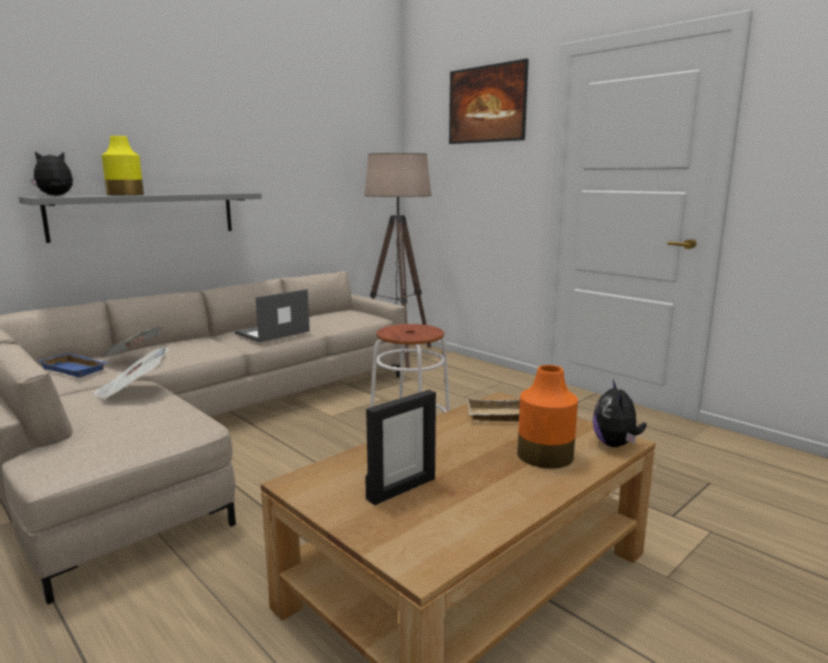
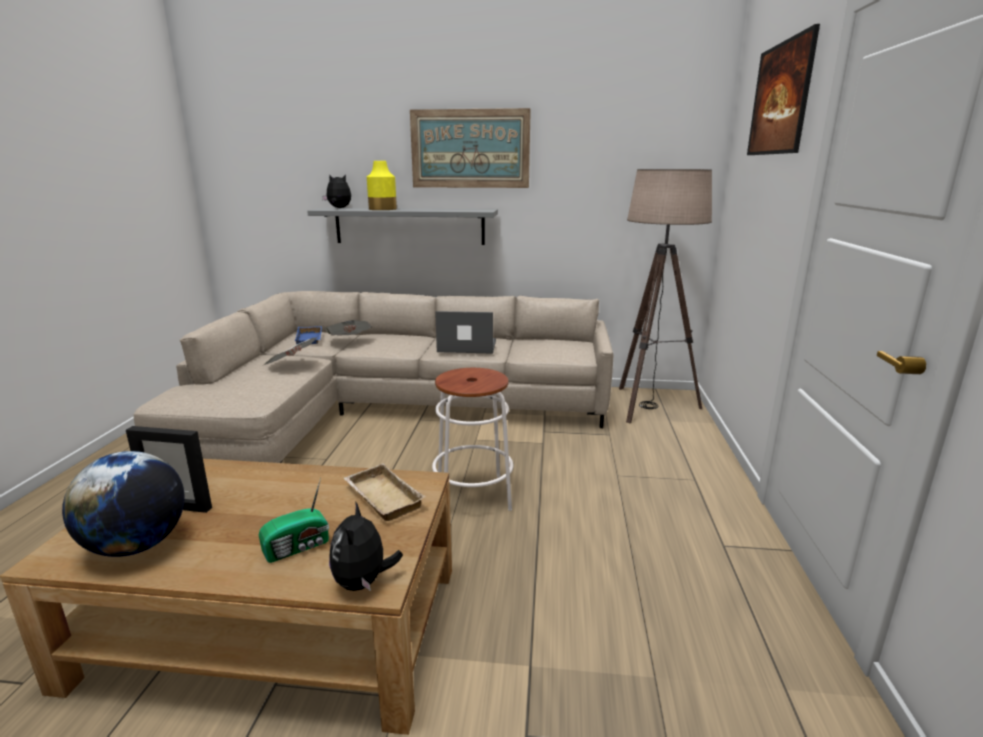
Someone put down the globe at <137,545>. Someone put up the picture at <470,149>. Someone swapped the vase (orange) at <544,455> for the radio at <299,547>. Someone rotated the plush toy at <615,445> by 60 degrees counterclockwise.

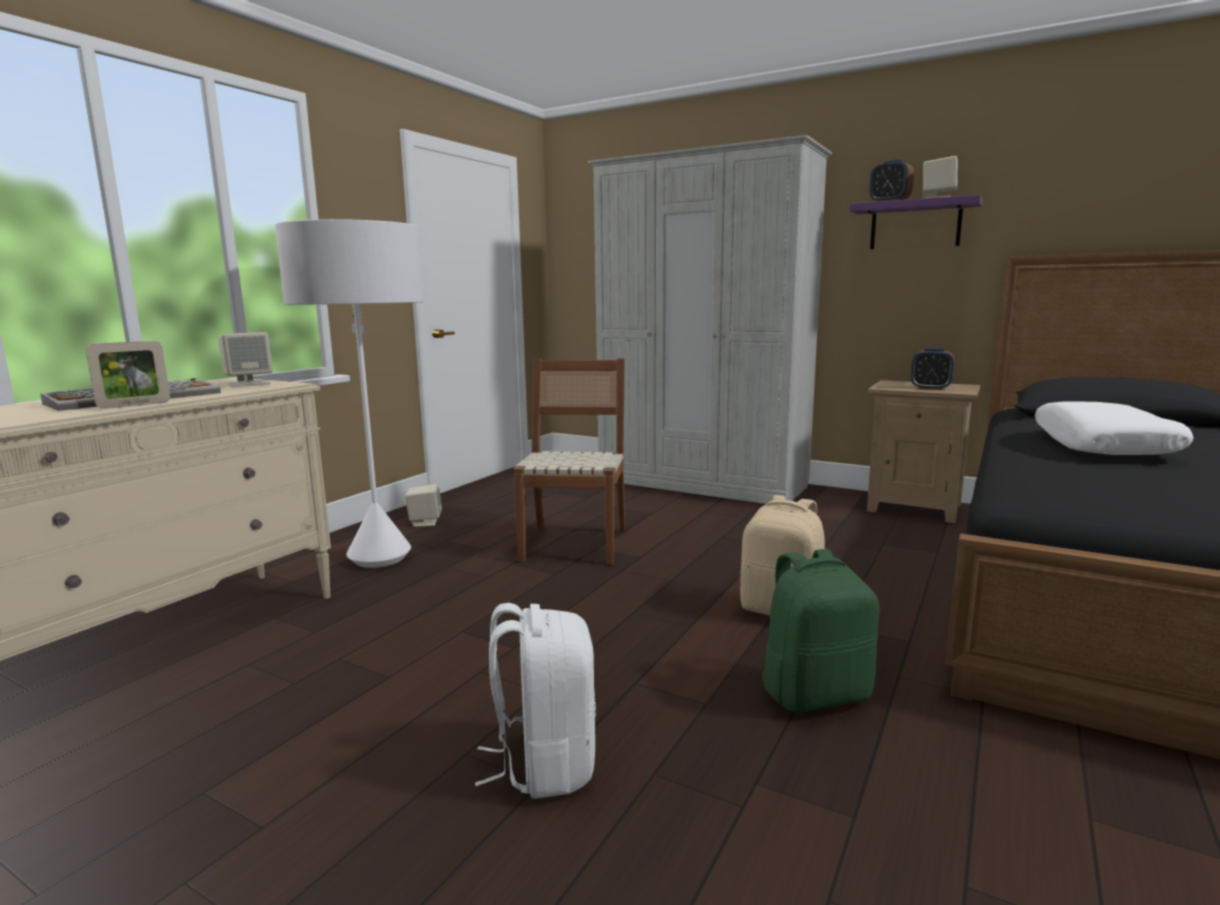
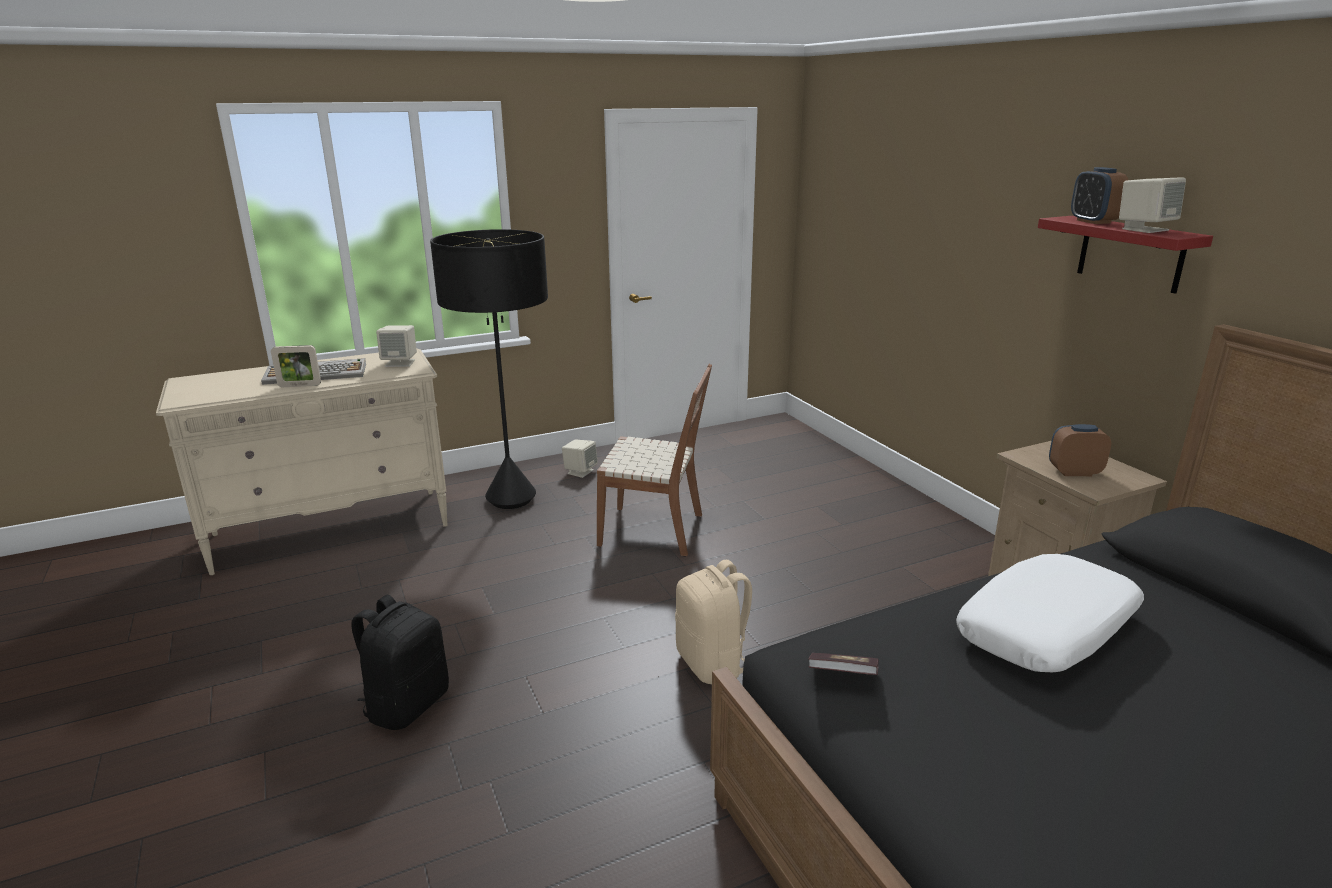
Someone took away the wardrobe (white) at <702,483>. Someone took away the backpack (green) at <815,693>. Someone put down the book at <842,675>. Someone repainted the floor lamp (white) at <379,558>, which became the floor lamp (black) at <511,500>. Someone repainted the backpack (white) at <544,763>, which became the backpack (black) at <407,704>. Someone repainted the shelf (purple) at <915,225>, which became the shelf (red) at <1130,254>. Someone rotated the chair at <575,543> by 60 degrees clockwise. Someone rotated the alarm clock at <930,388> by 120 degrees clockwise.

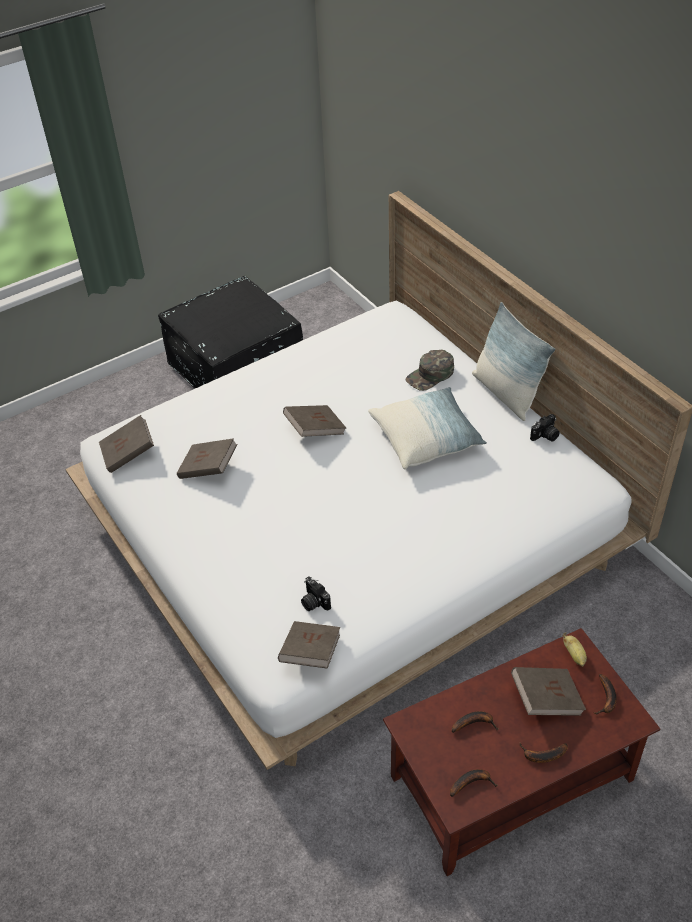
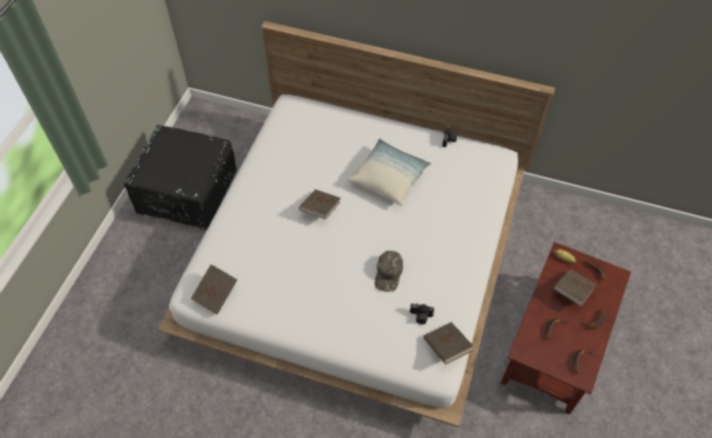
Someone took away the book (brown) at <208,469>. Someone took away the pillow at <506,393>. Someone carried the cap (green) from <430,375> to <389,273>.

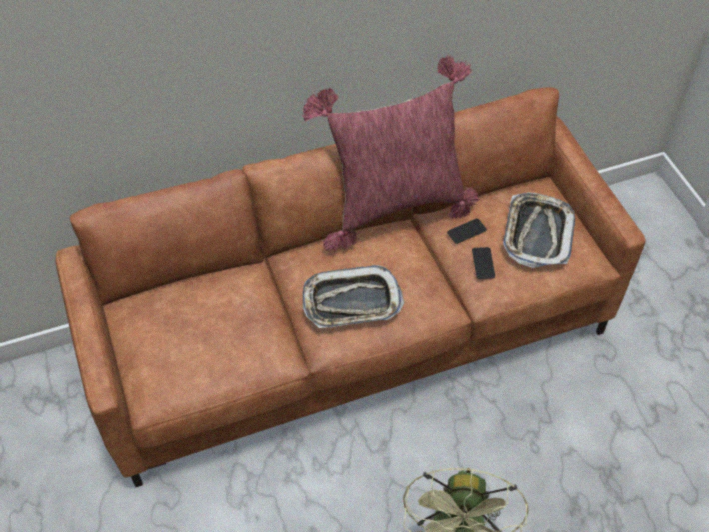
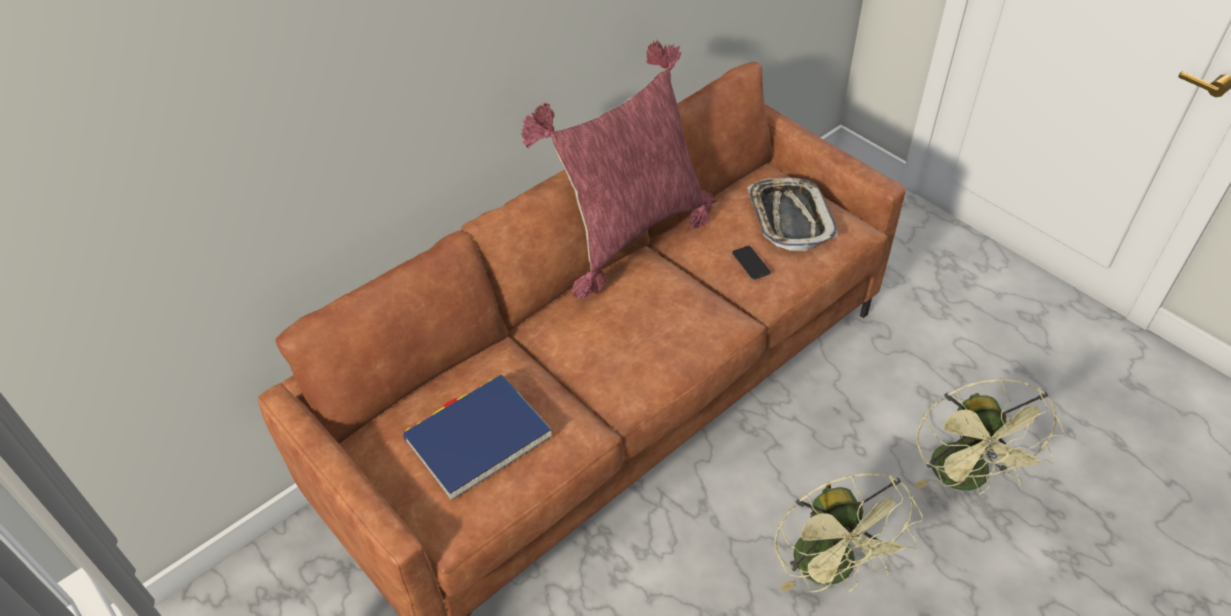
Someone took away the tray at <351,302>. Someone took away the phone at <466,231>. Someone put down the book (blue) at <478,439>. Someone put down the fan (green) at <965,479>.

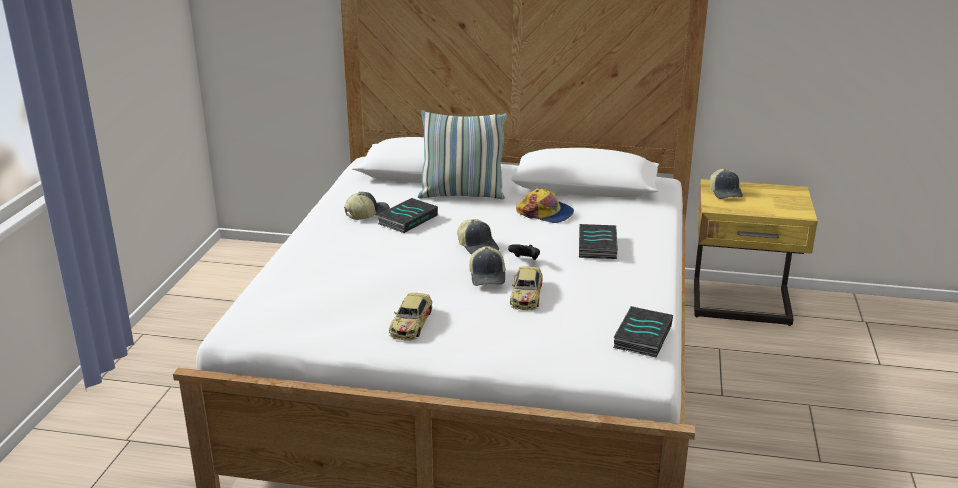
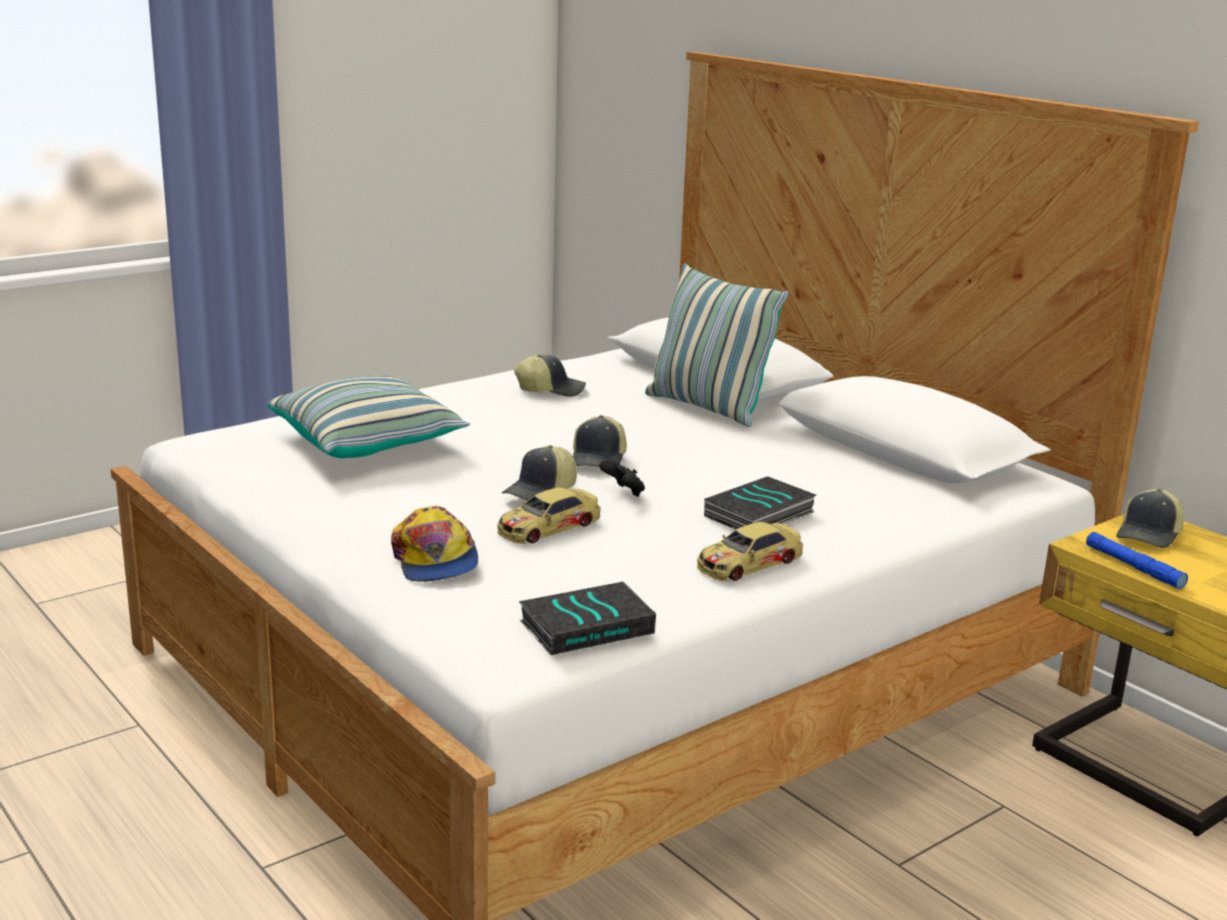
Someone took away the book at <407,219>. Someone put down the pillow at <368,442>. Someone put down the flashlight (blue) at <1133,567>. Someone carried the toy car from <411,322> to <749,563>. Someone carried the cap from <545,213> to <435,560>.

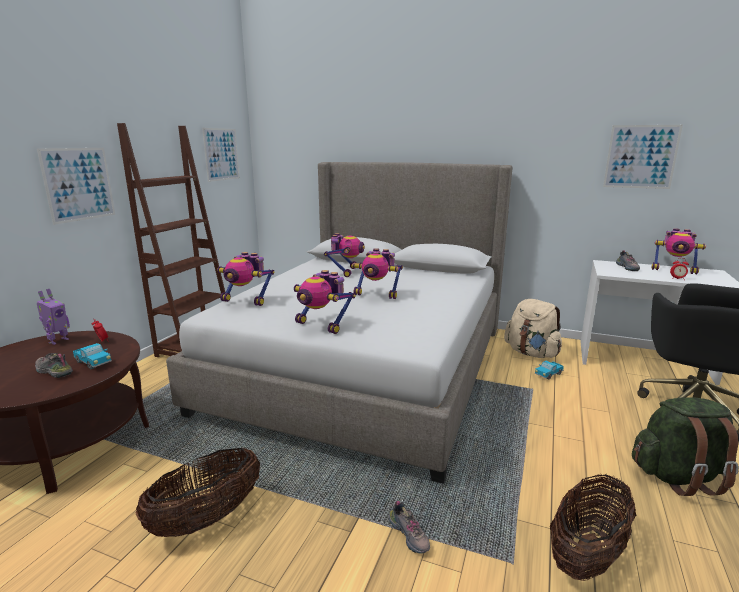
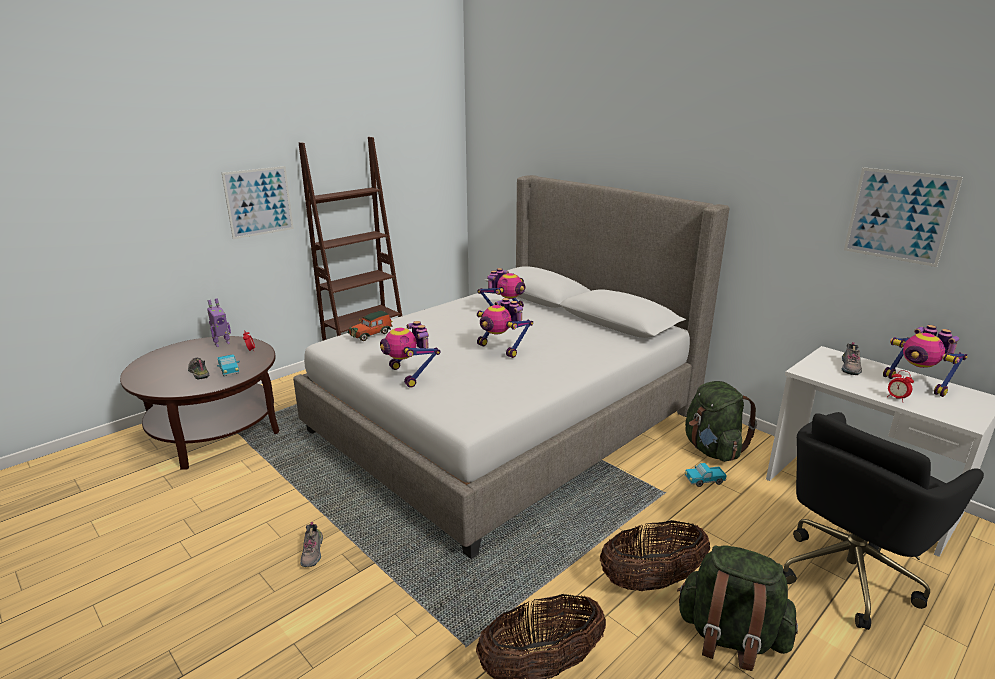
Someone took away the picture at <221,154>. Someone carried the basket from <206,519> to <651,581>. Someone carried the shoe from <410,535> to <313,553>. Someone swapped the toy robot at <246,301> for the toy car at <371,334>. Someone repainted the backpack (beige) at <531,353>, which became the backpack (green) at <712,449>.

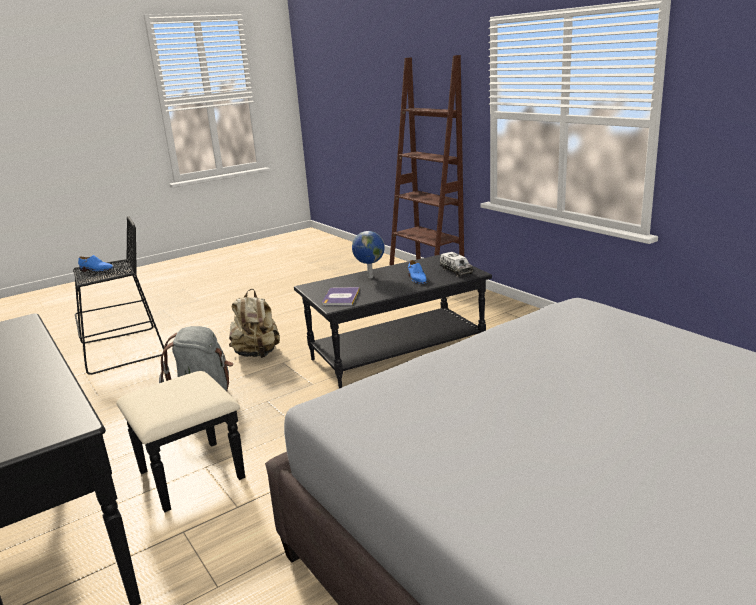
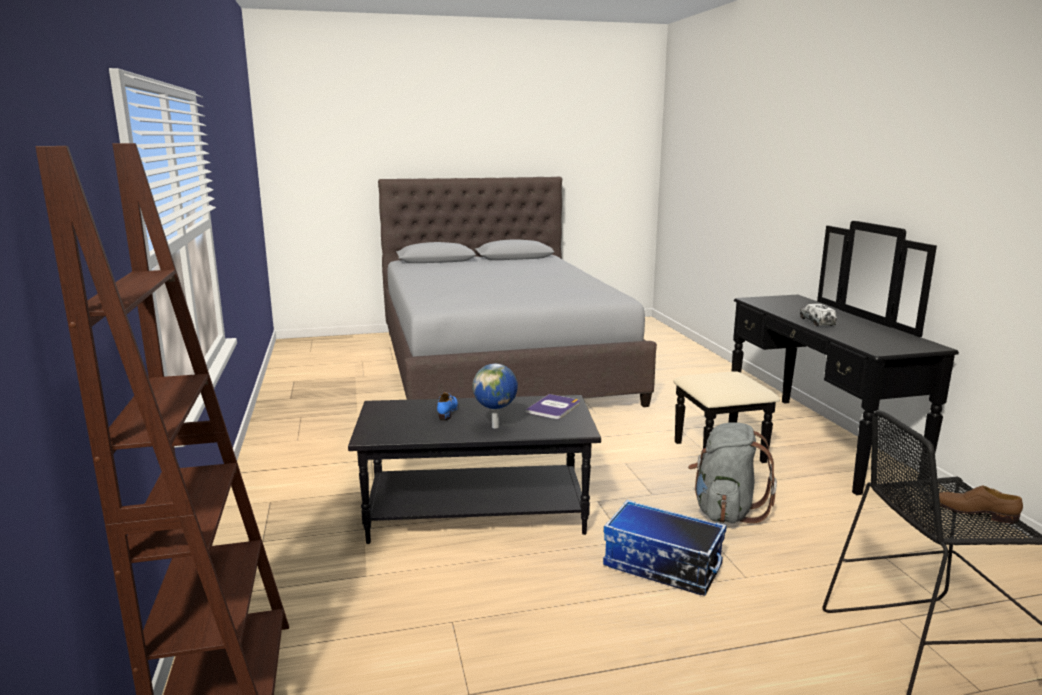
Someone carried the toy truck from <456,271> to <817,322>. Someone swapped the backpack (beige) at <257,354> for the storage box at <661,567>. Someone repainted the shoe (blue) at <96,270>, which became the shoe (brown) at <974,512>.

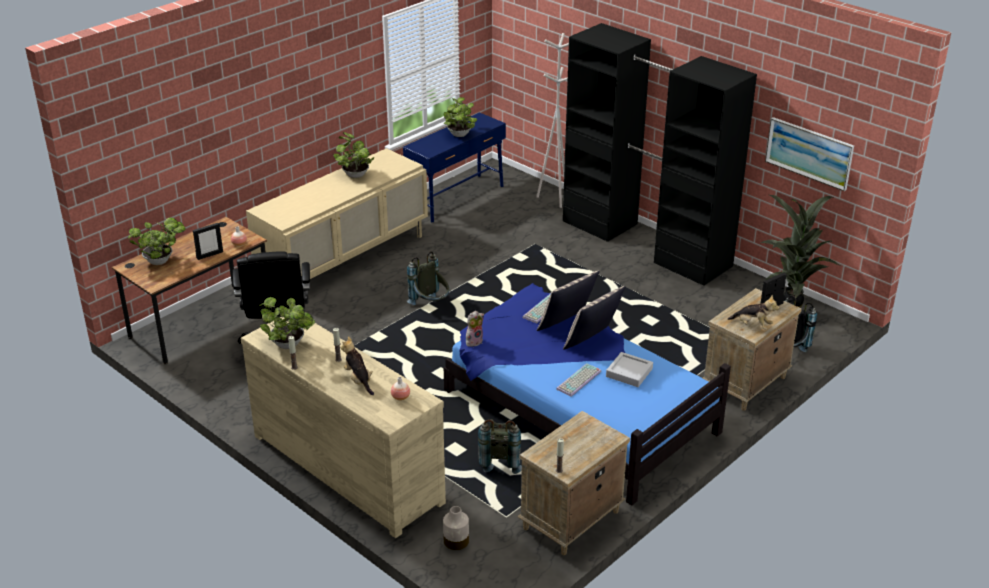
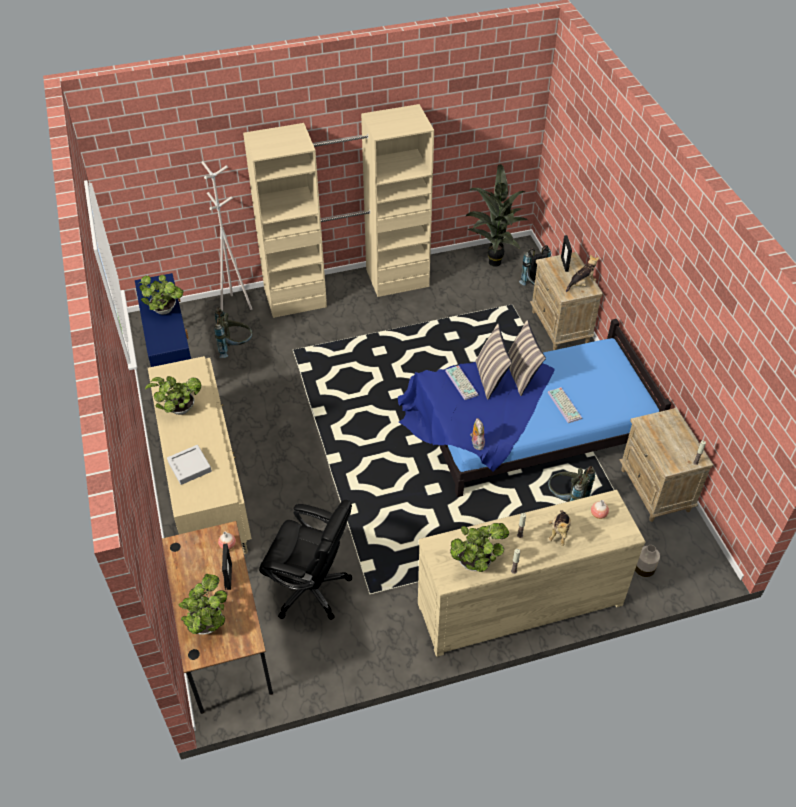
Someone took away the picture at <809,153>. Someone carried the backpack (grey) from <430,305> to <235,347>. Someone carried the tray (grey) from <629,372> to <189,467>. Someone repainted the wardrobe (black) at <646,243>, which became the wardrobe (beige) at <347,287>. Someone rotated the plush toy at <358,380> by 75 degrees counterclockwise.

